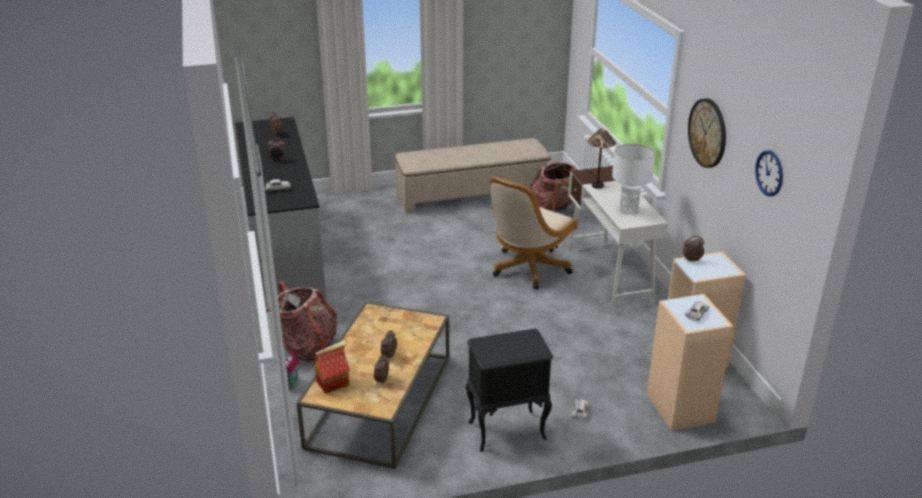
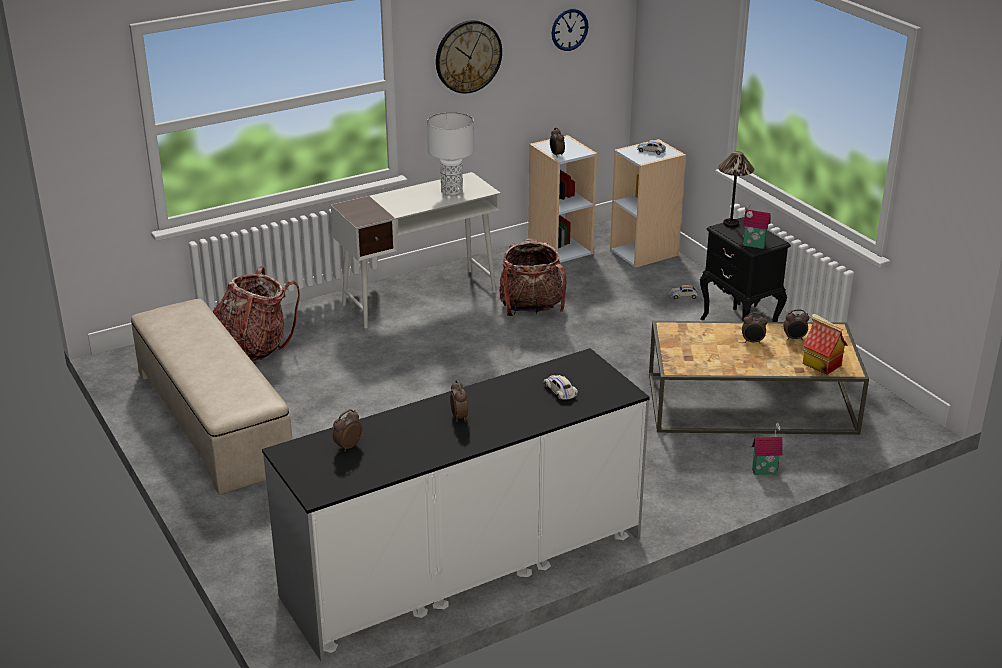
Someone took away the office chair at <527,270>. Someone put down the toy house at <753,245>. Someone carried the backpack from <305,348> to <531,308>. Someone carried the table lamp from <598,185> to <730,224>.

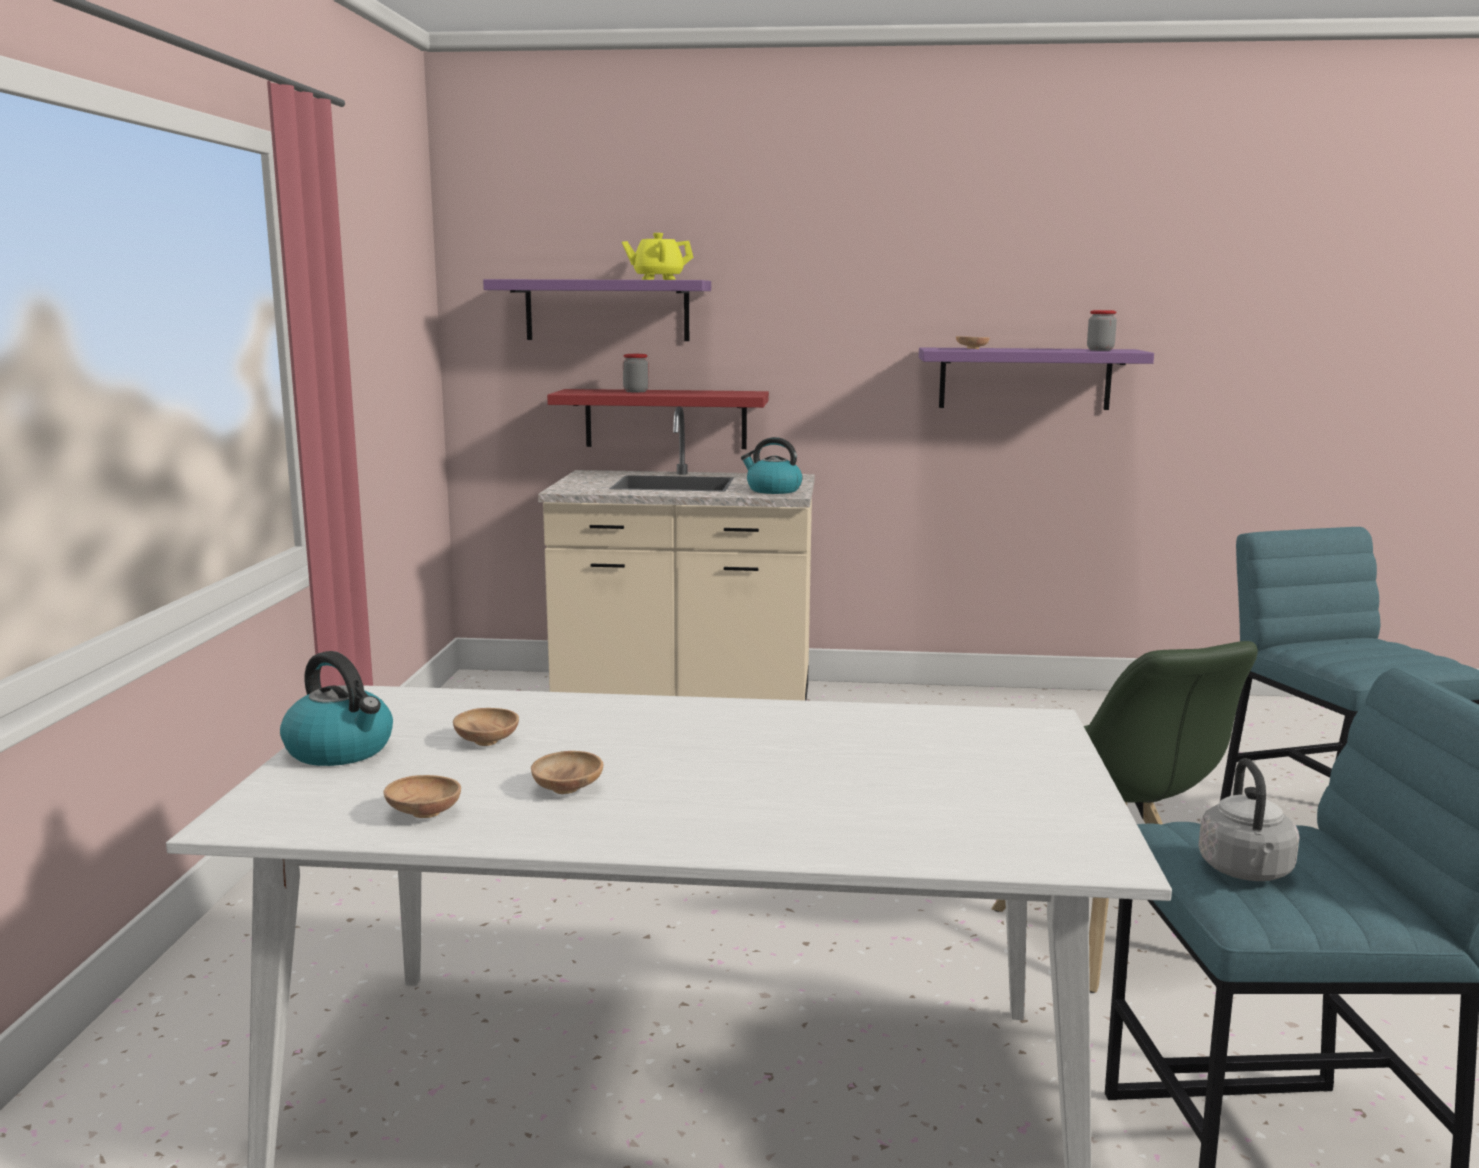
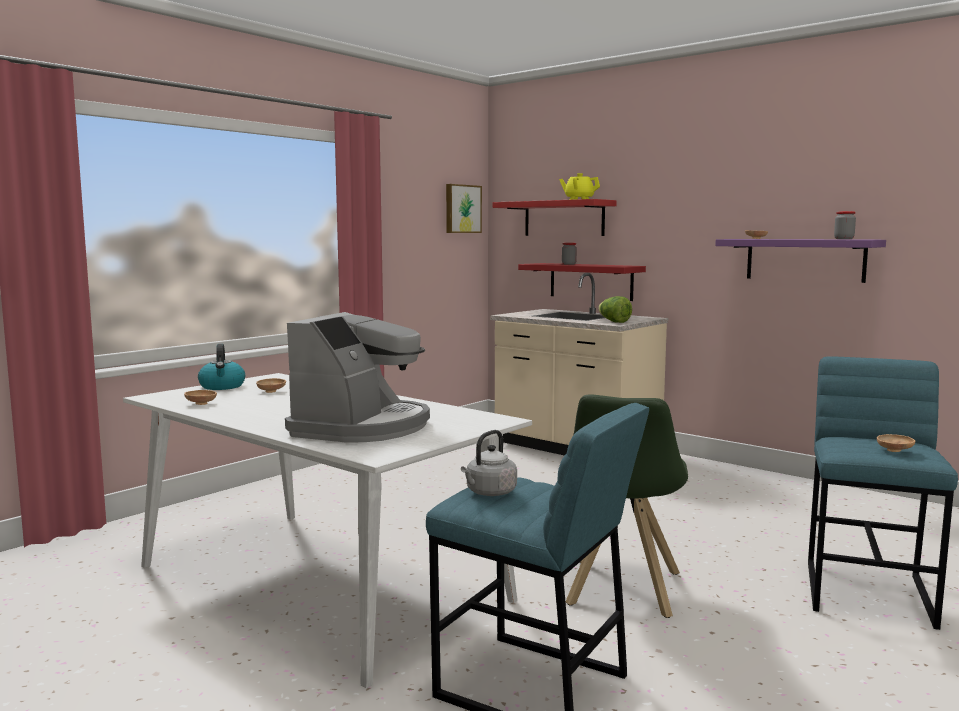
Someone put down the coffee machine at <362,427>. Someone put up the picture at <462,209>. Someone carried the bowl (brown) from <568,789> to <894,450>. Someone swapped the kettle at <773,490> for the lettuce at <614,322>. Someone repainted the shelf (purple) at <607,310>, which became the shelf (red) at <564,218>.

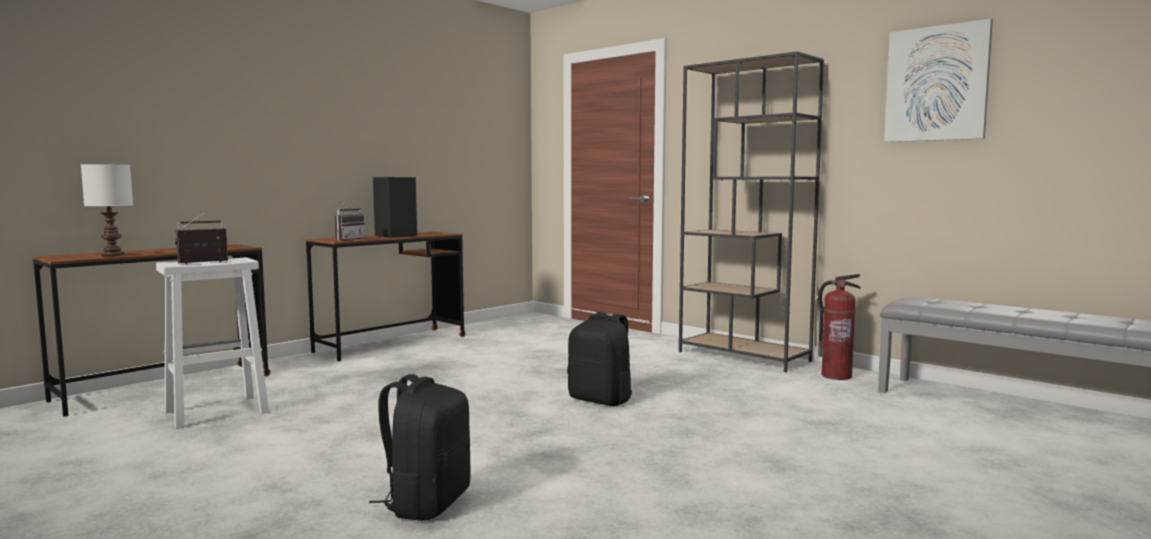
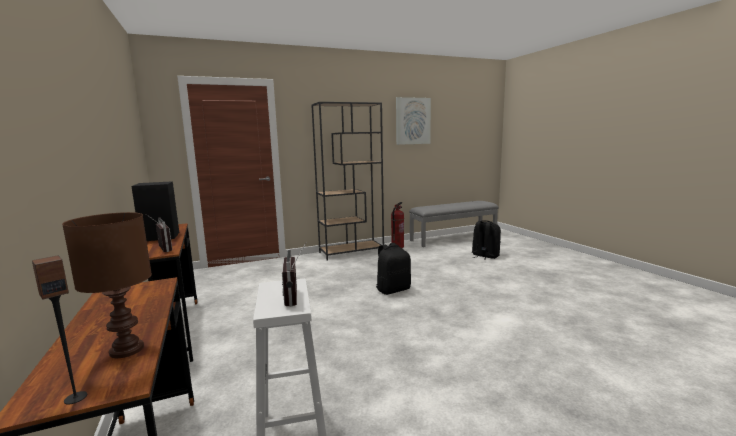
Someone put down the speaker at <75,397>. Someone carried the backpack (black) from <426,503> to <485,256>. Someone repainted the table lamp (white) at <113,255>, which became the table lamp (brown) at <128,349>.

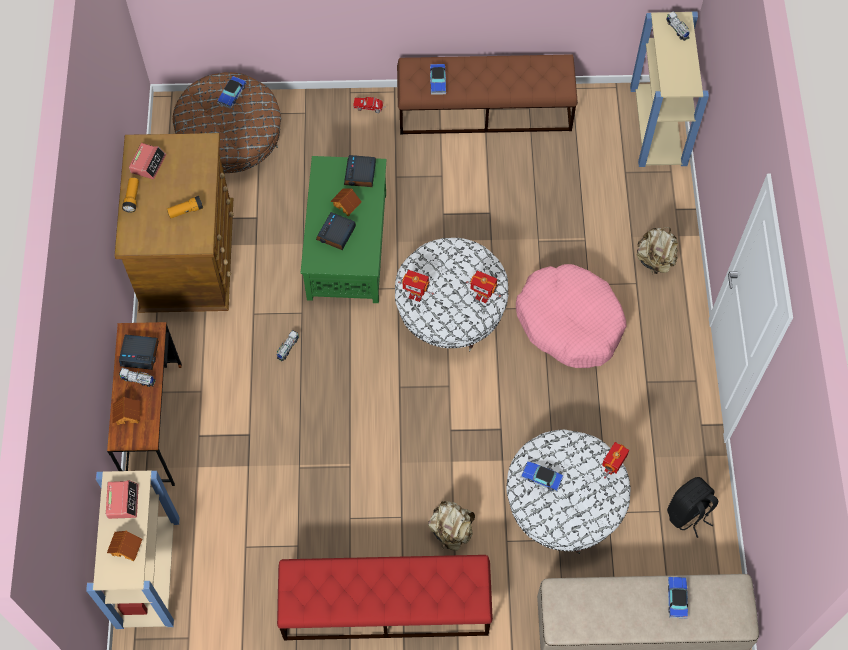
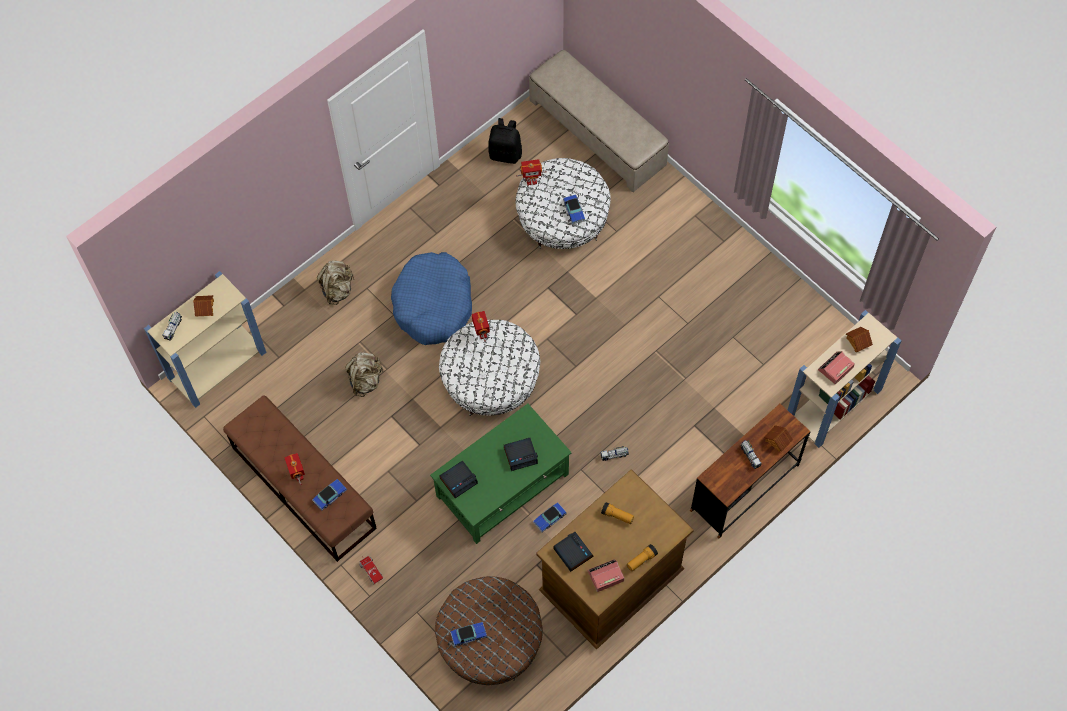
Someone took away the bench (red) at <385,607>. Someone carried the alarm clock from <140,353> to <572,553>. Someone carried the toy house from <346,204> to <204,308>. Someone carried the toy robot from <415,296> to <298,475>. Someone carried the backpack (beige) from <451,531> to <366,380>. Someone carried the toy car from <677,598> to <549,518>. Someone repainted the dog bed (pink) at <569,322>, which became the dog bed (blue) at <433,305>.

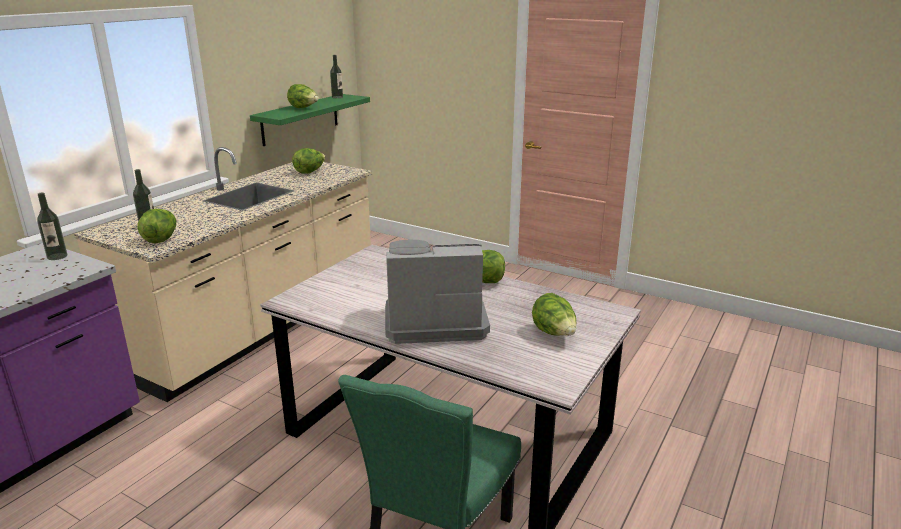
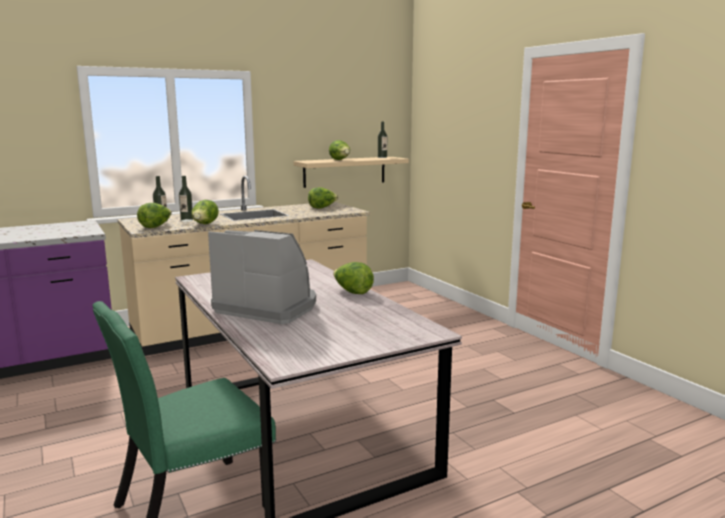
Someone carried the bottle from <57,256> to <187,220>. Someone carried the lettuce from <554,334> to <205,224>. Someone repainted the shelf (green) at <300,119>, which became the shelf (beige) at <344,171>.

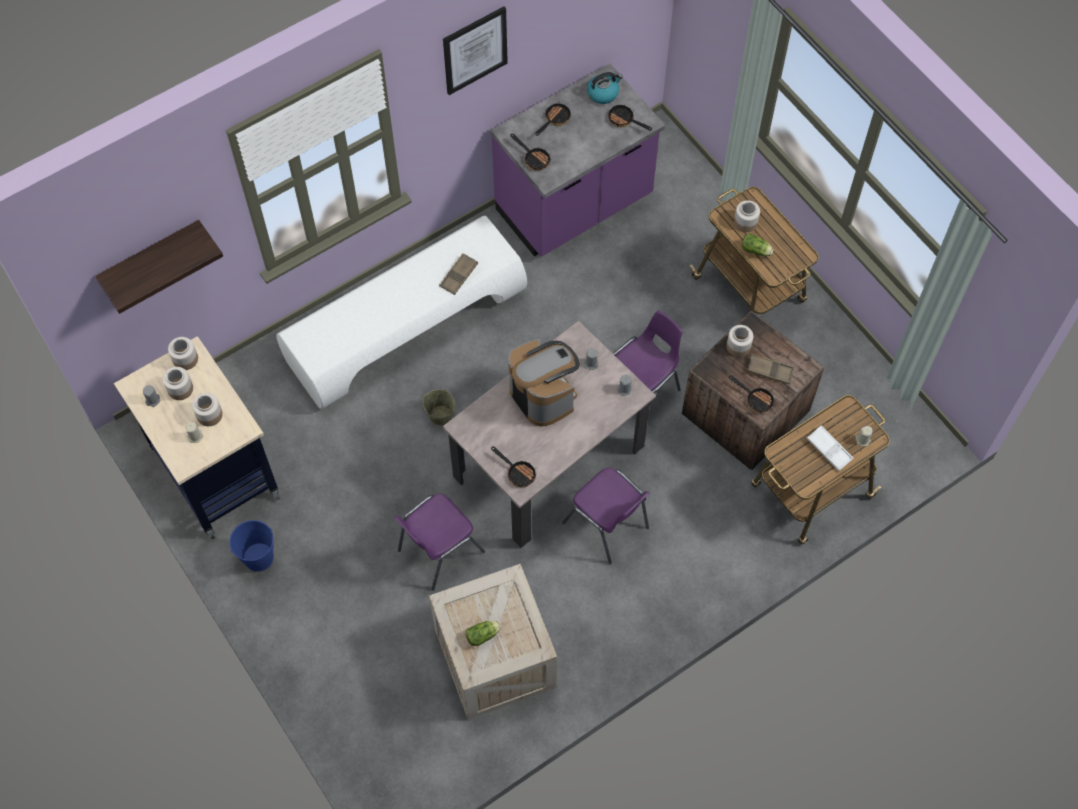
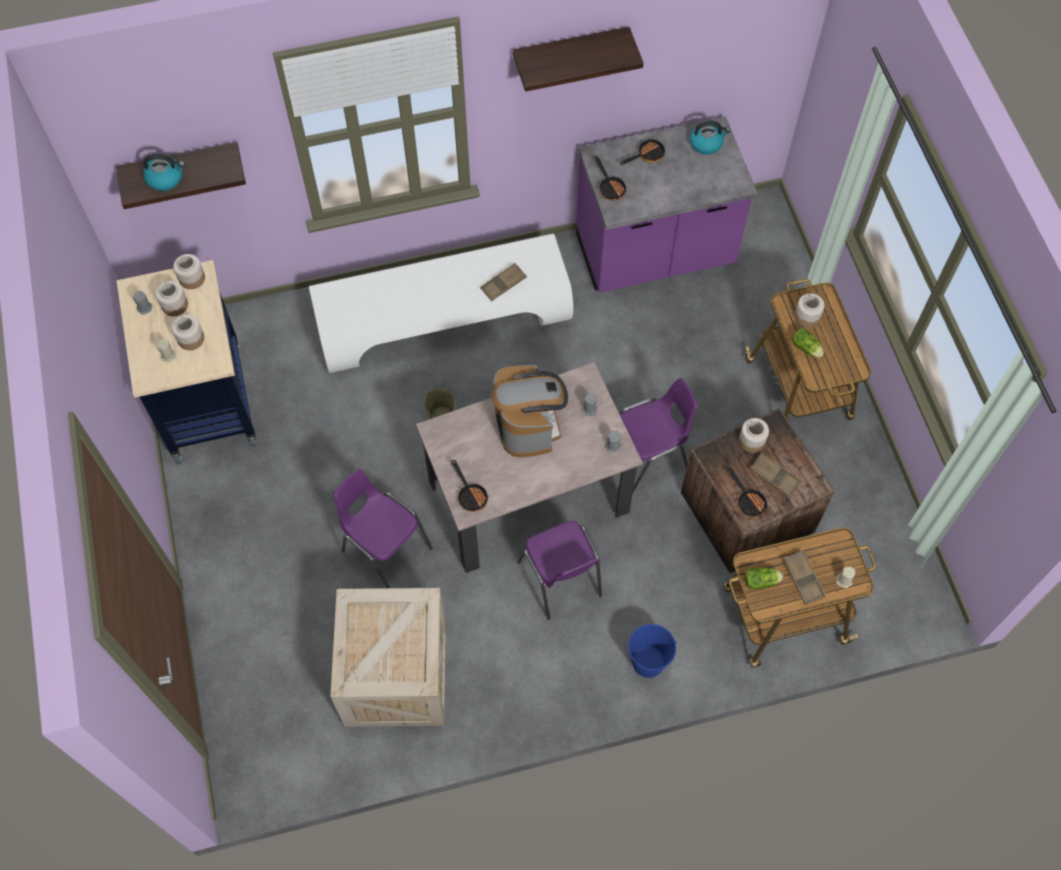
Someone took away the frying pan at <624,120>. Someone put down the kettle at <166,178>. Someone carried the bucket (blue) from <258,557> to <648,662>. Someone carried the lettuce from <484,635> to <762,581>. Someone swapped the picture at <475,50> for the shelf at <570,53>. Someone repainted the tray (white) at <829,450>, which became the tray (brown) at <803,579>. Someone rotated the chair (purple) at <438,551> by 60 degrees clockwise.

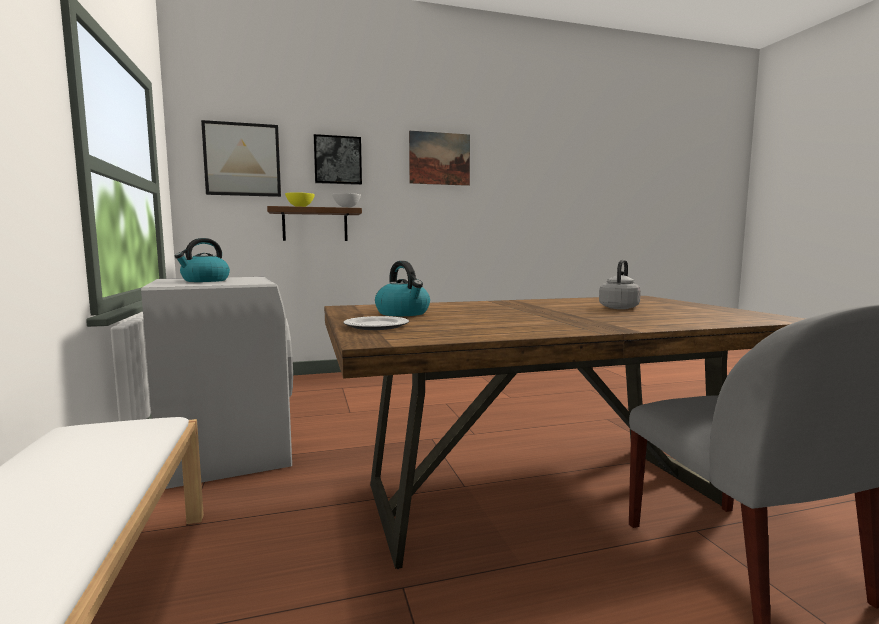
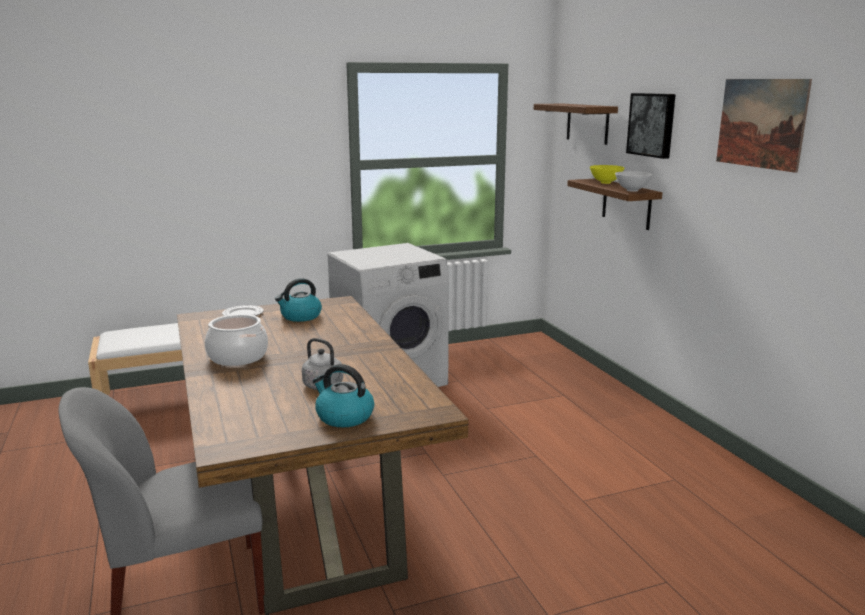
Someone put down the cooking pot at <238,357>. Someone carried the kettle from <205,281> to <344,417>. Someone swapped the picture at <242,159> for the shelf (brown) at <587,123>.

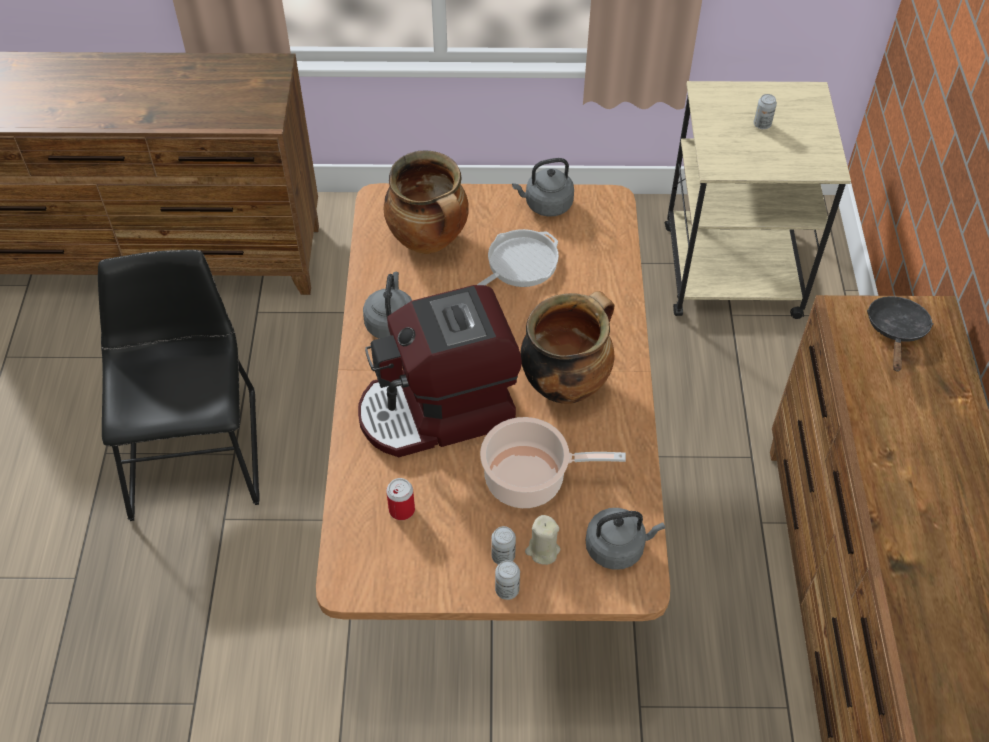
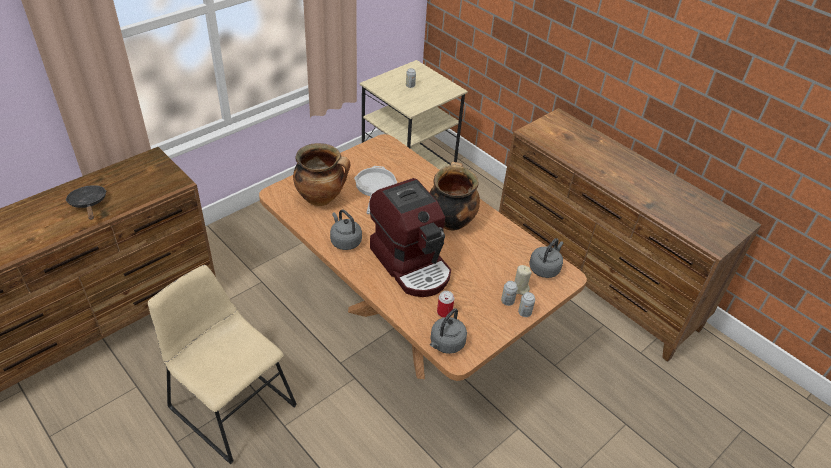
Someone took away the cooking pot at <530,479>. Someone carried the kettle (grey) from <546,205> to <446,344>. Someone carried the frying pan (black) from <896,331> to <89,204>. Someone repainted the chair (black) at <195,447>, which became the chair (beige) at <229,403>. Someone rotated the coffee machine at <438,412> by 60 degrees counterclockwise.

